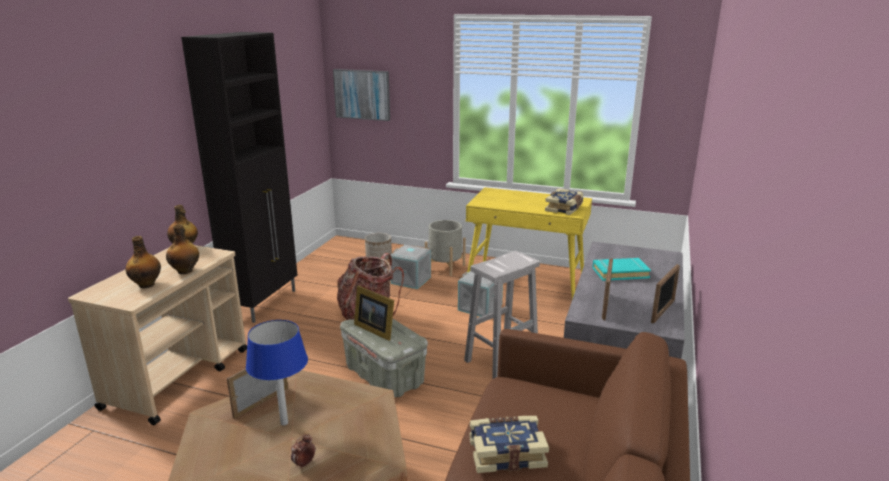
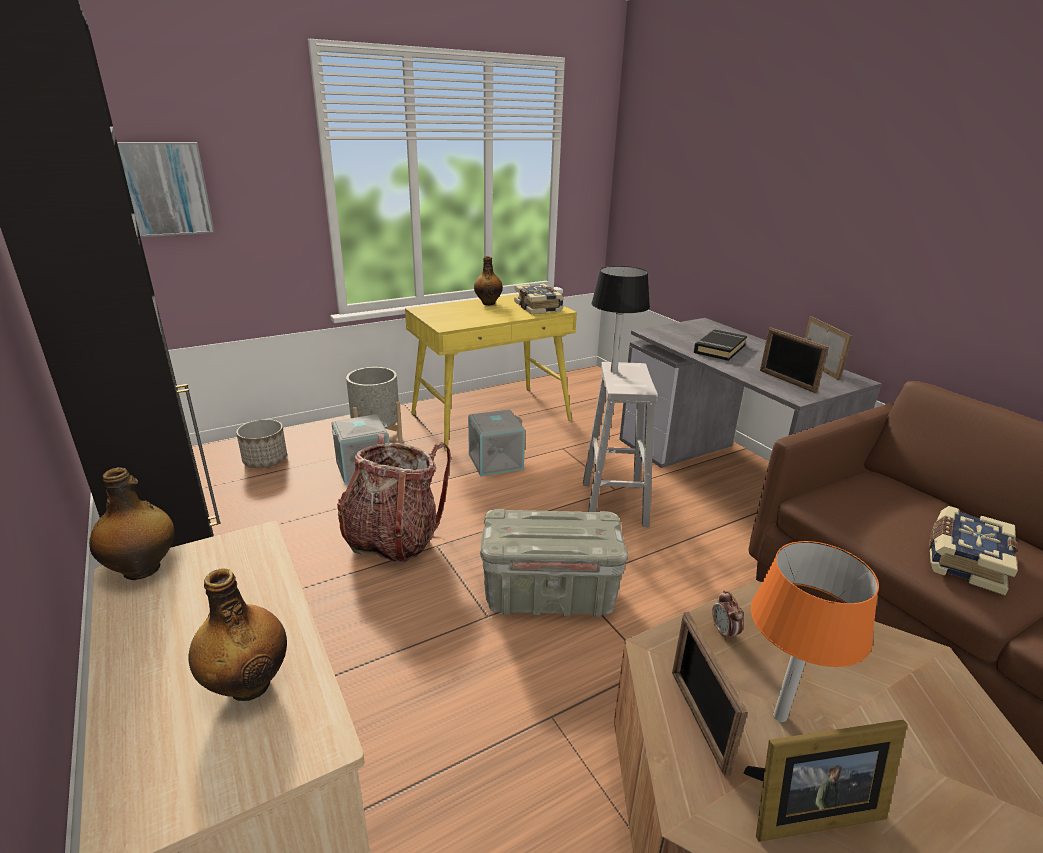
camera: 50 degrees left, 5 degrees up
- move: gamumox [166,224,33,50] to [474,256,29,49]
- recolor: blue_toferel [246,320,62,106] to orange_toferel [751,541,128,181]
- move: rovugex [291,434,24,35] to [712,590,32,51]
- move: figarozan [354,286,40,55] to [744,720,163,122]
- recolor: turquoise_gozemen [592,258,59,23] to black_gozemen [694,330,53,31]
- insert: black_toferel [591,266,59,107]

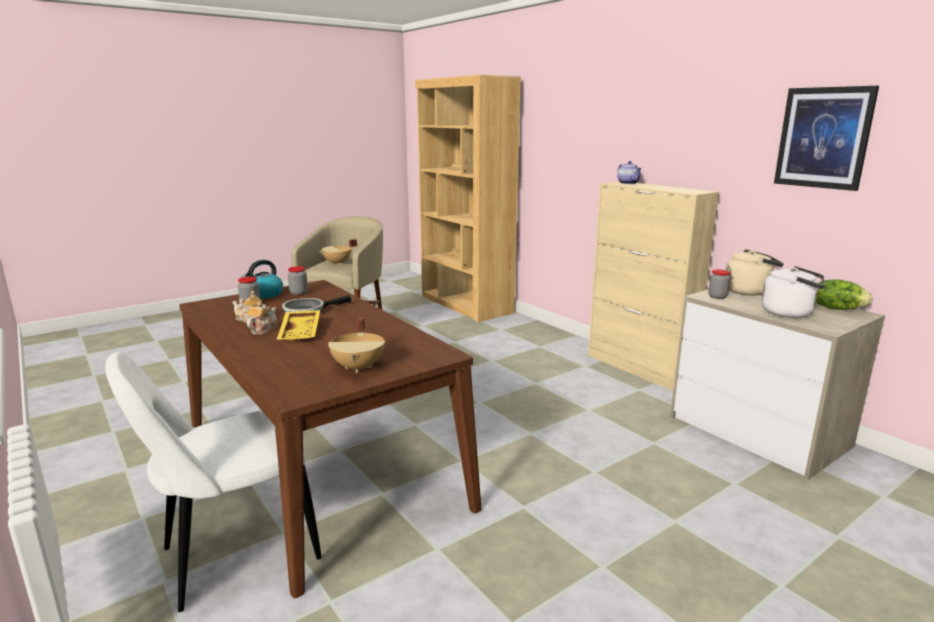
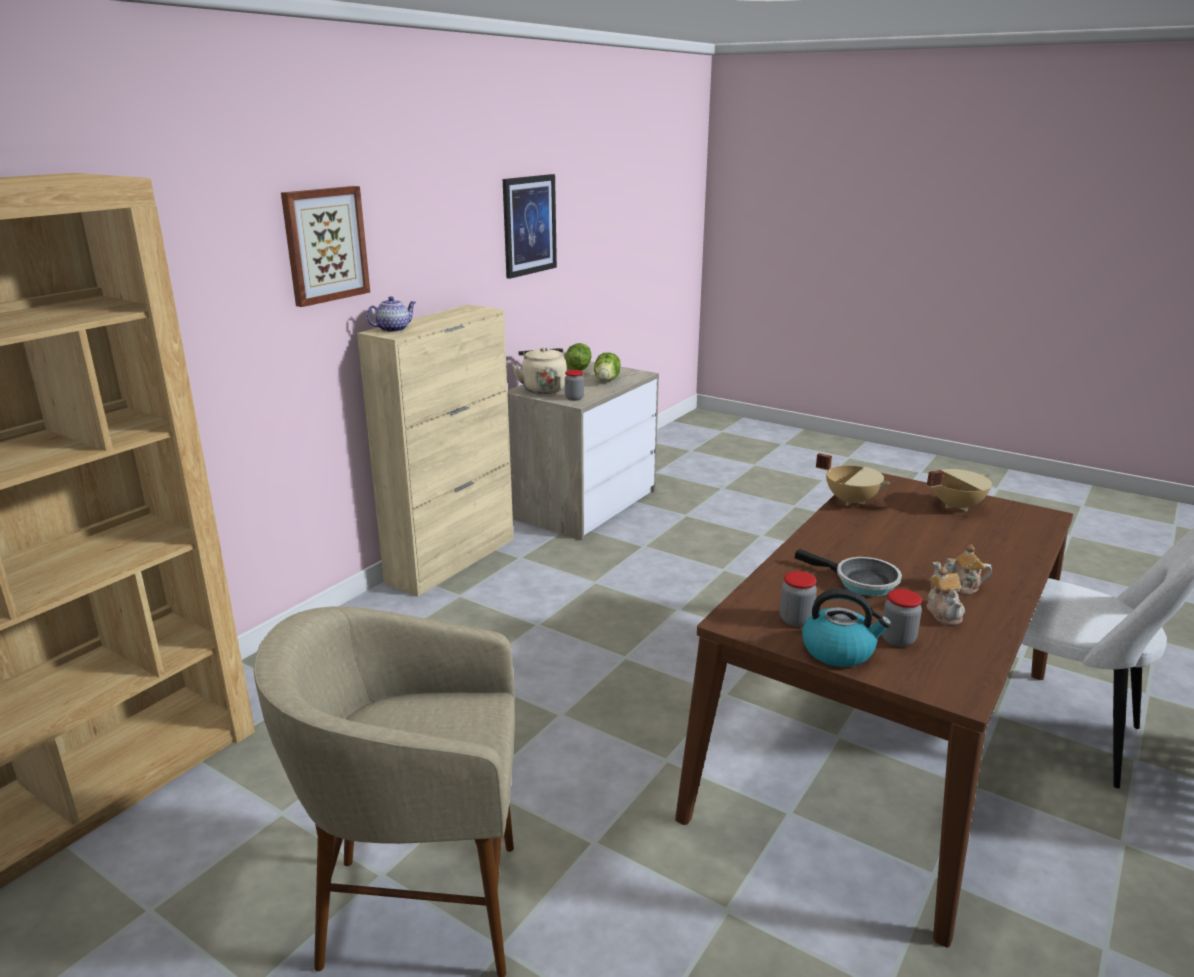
camera: 110 degrees left, 5 degrees up
- delete: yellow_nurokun [277,310,43,33]
- move: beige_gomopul [319,239,38,26] to [816,453,74,53]
- replace: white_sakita [762,266,63,52] to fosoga [594,352,26,30]
- insert: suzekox [281,186,89,121]

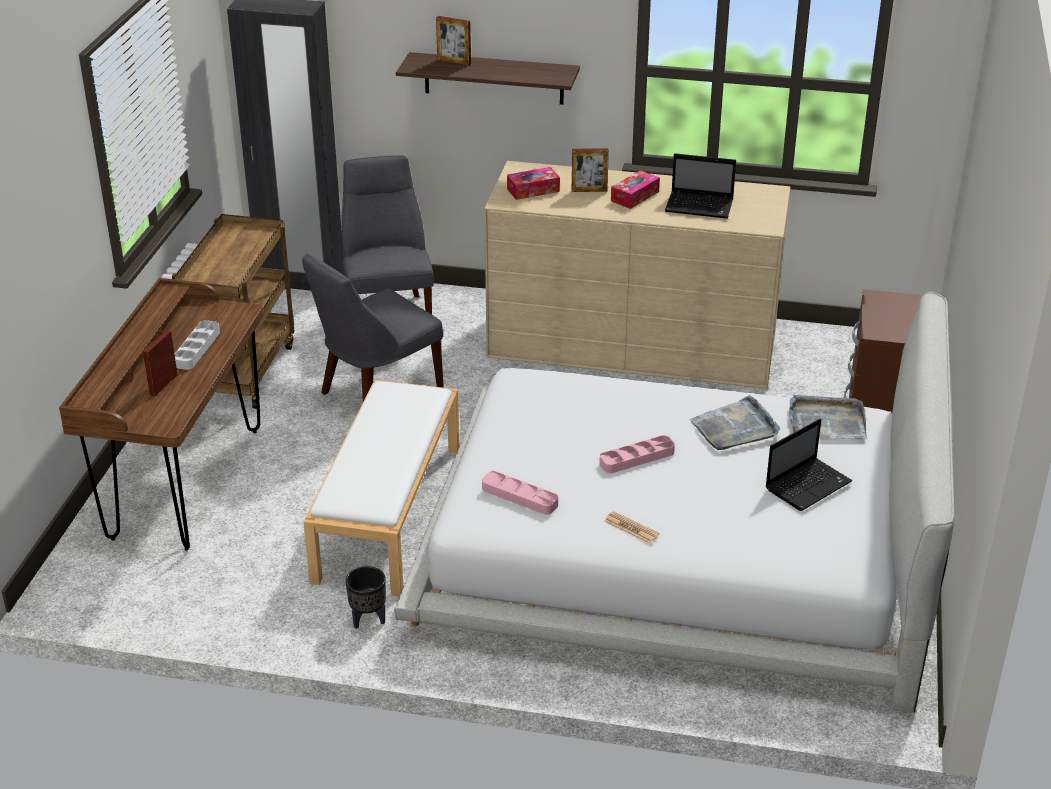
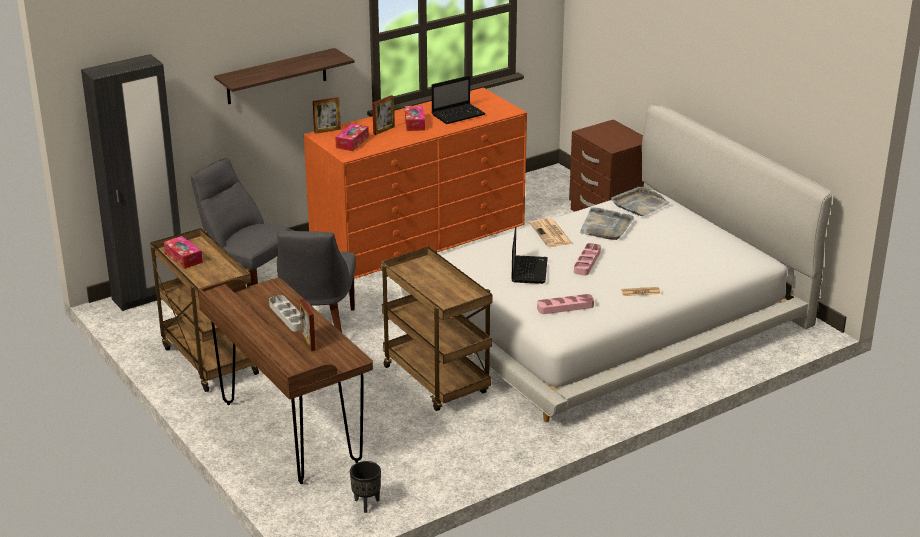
camera: 45 degrees left, 5 degrees down
- replace: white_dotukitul [303,380,157,216] to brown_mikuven [381,247,111,164]
- move: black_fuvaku [345,566,41,63] to [350,461,31,52]
- move: figarozan [436,16,35,49] to [313,97,28,37]
- recolor: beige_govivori [484,161,306,228] to orange_govivori [304,88,223,191]
- move: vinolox [765,419,87,92] to [512,226,36,58]
- insert: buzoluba [164,236,39,33]
- insert: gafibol [530,218,43,29]

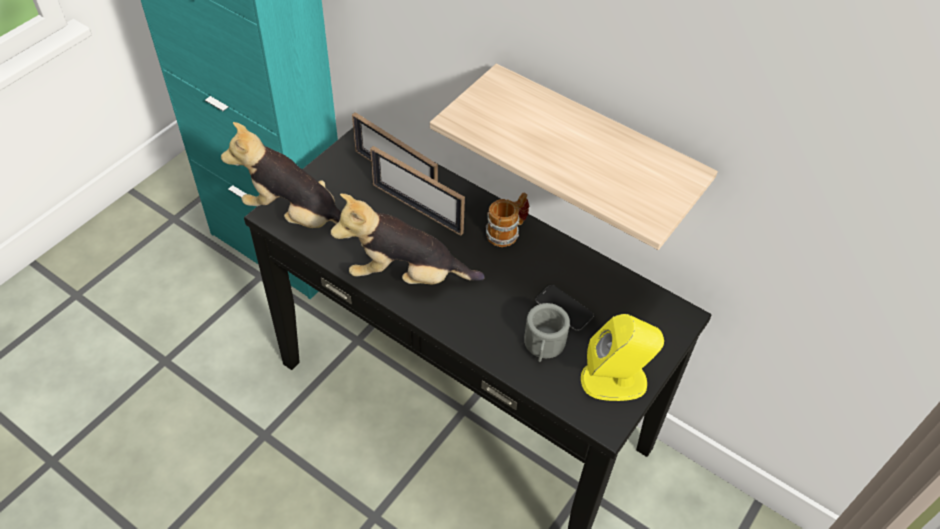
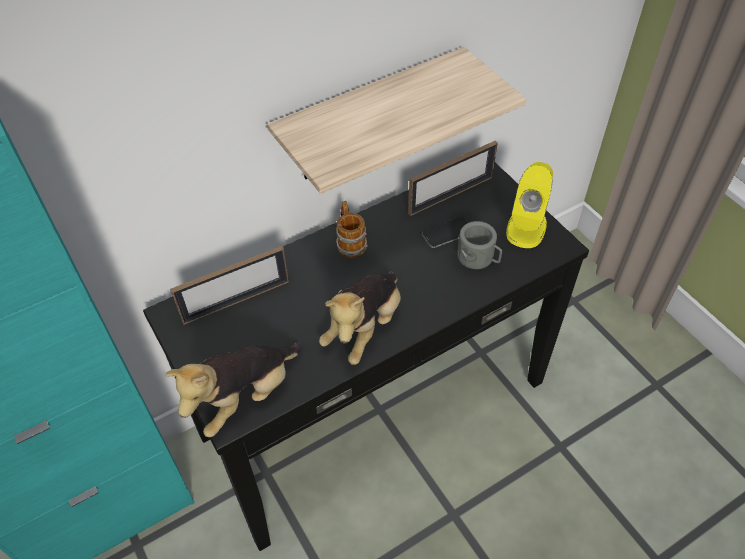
camera: 65 degrees left, 0 degrees up
- move: figarozan [370,146,95,90] to [408,141,90,75]

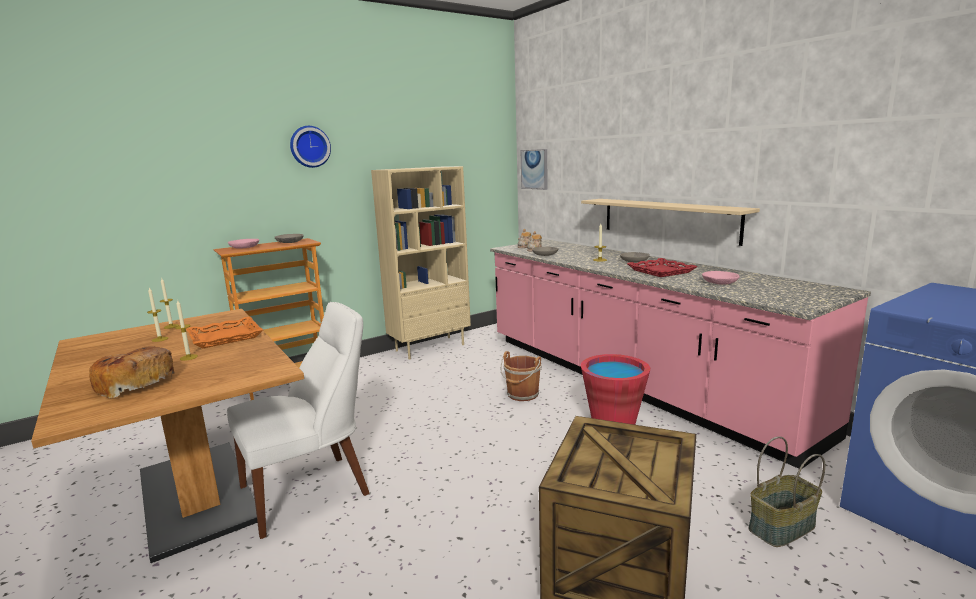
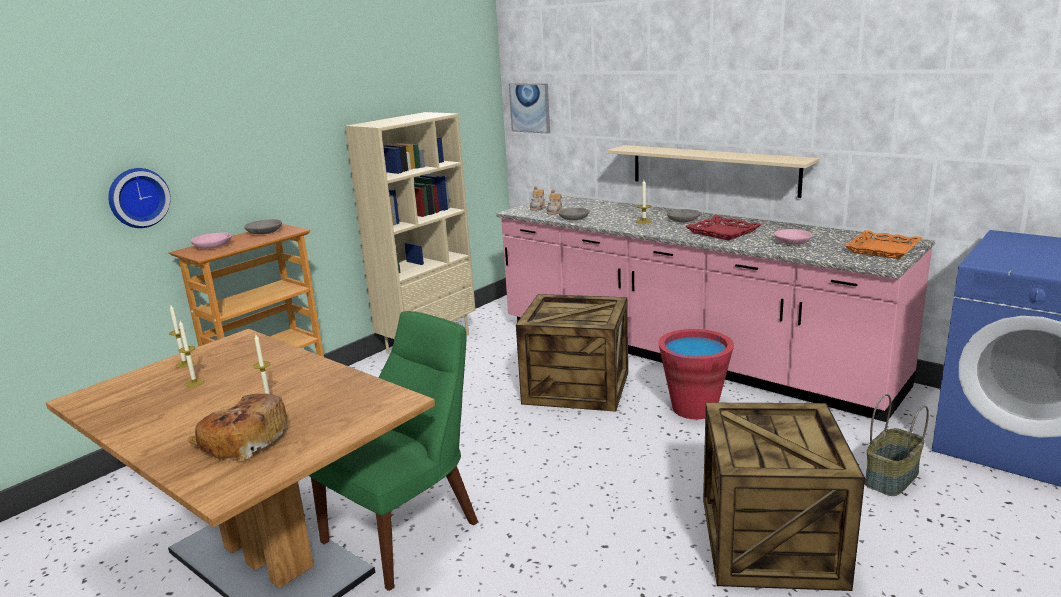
camera: 15 degrees left, 5 degrees up
- move: orange_nurokun [186,317,77,31] to [844,230,78,29]
- recolor: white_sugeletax [227,302,143,237] to green_sugeletax [309,311,169,280]
- move: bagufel [290,126,41,42] to [108,168,63,60]
- replace: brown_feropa [501,351,41,50] to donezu [516,294,112,118]

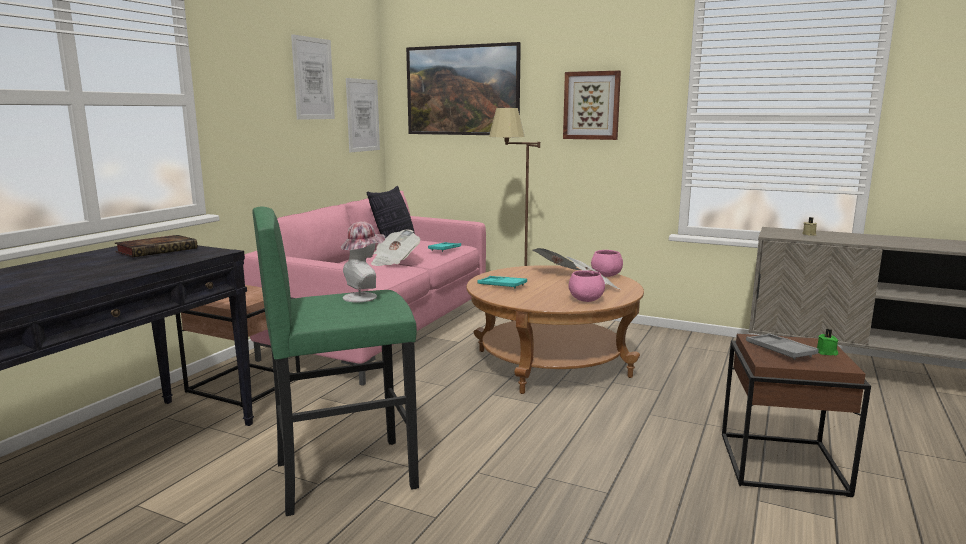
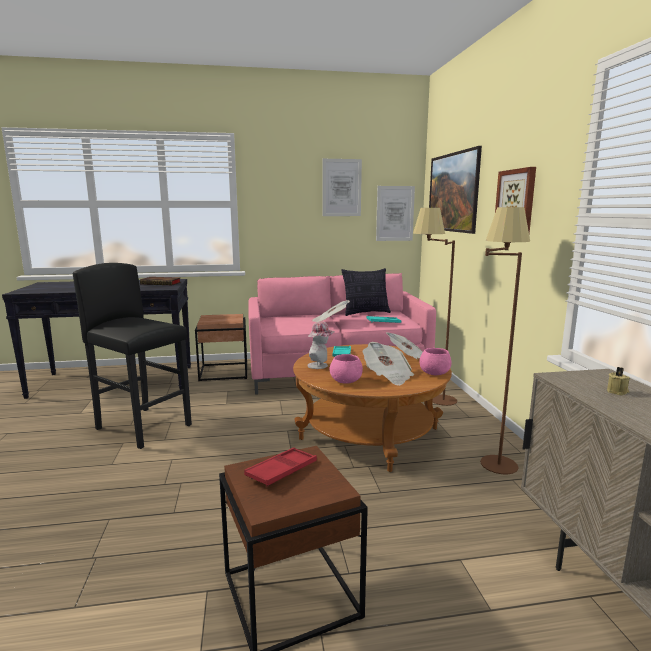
camera: 55 degrees right, 0 degrees up
- recolor: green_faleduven [252,206,167,310] to black_faleduven [73,263,119,186]
- move: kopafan [341,221,44,81] to [308,321,27,48]
- recolor: grey_nurokun [746,333,72,27] to red_nurokun [244,447,73,40]
- delete: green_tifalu [817,329,21,27]
- insert: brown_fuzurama [480,207,50,267]

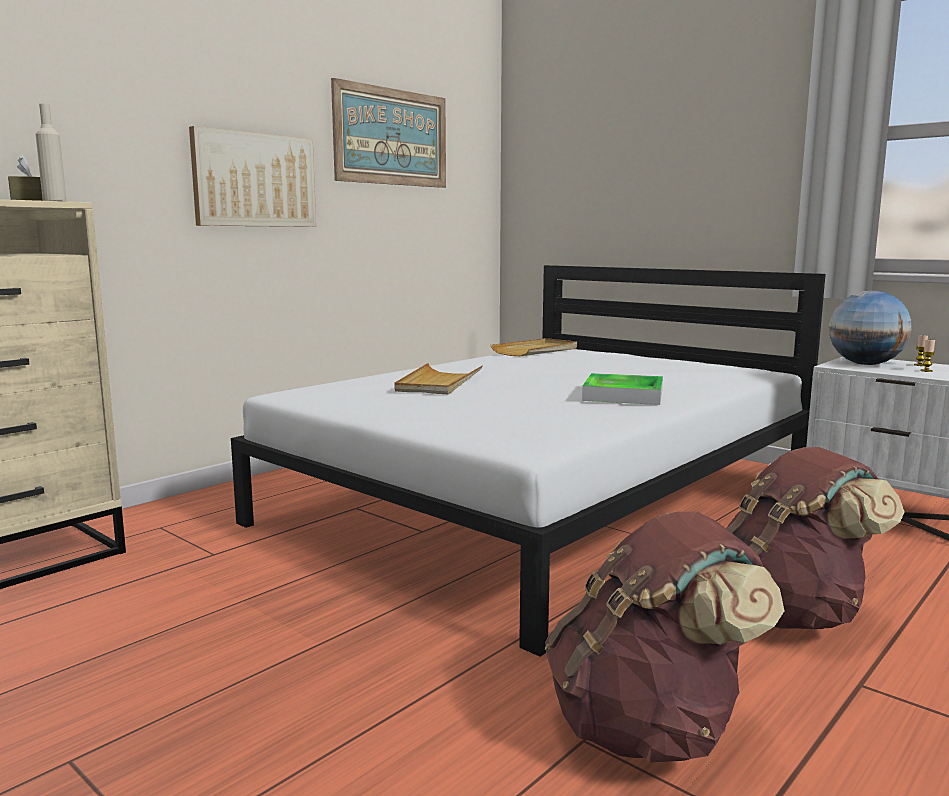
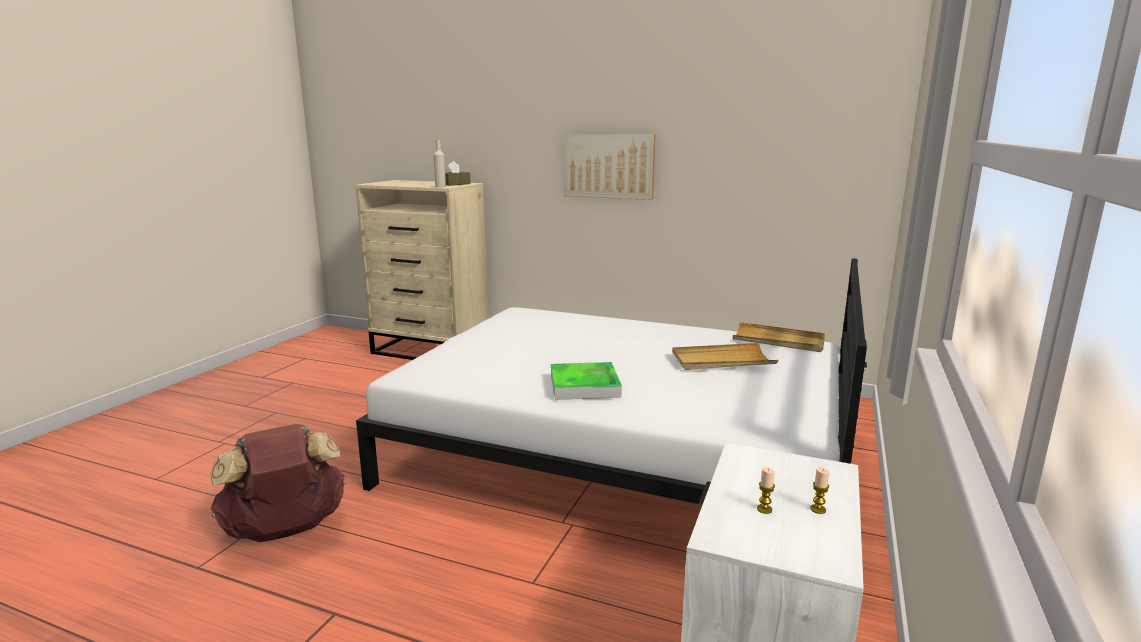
camera: 70 degrees right, 5 degrees up
- delete: suzekox [331,78,115,110]
- move: beige_nurokun [394,363,89,32] to [672,343,106,27]
- delete: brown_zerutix [726,447,179,182]
- delete: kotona [829,290,83,75]

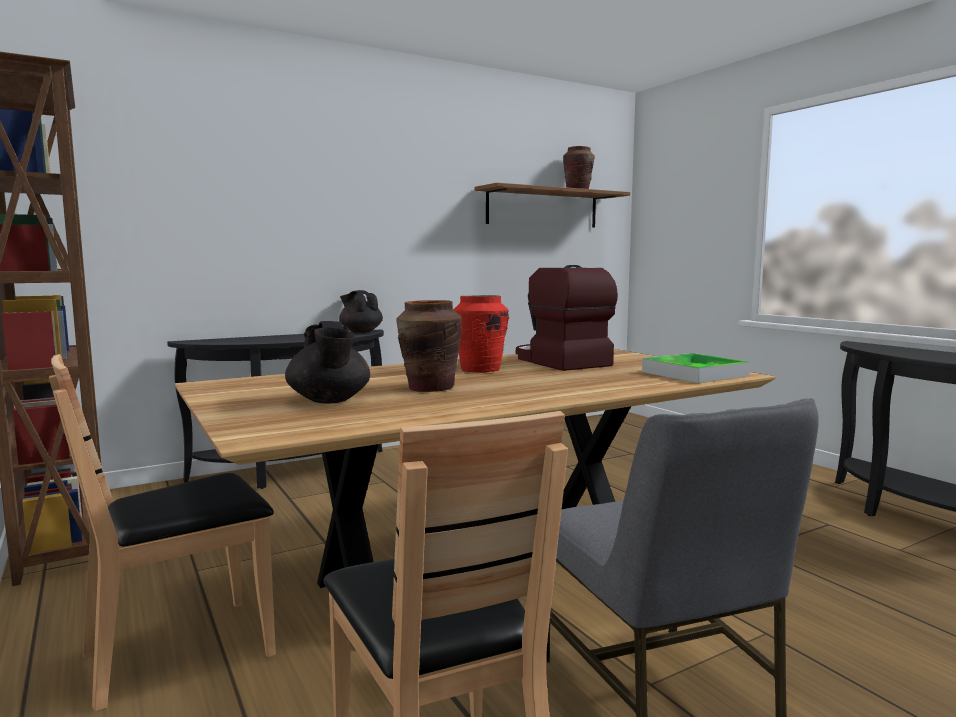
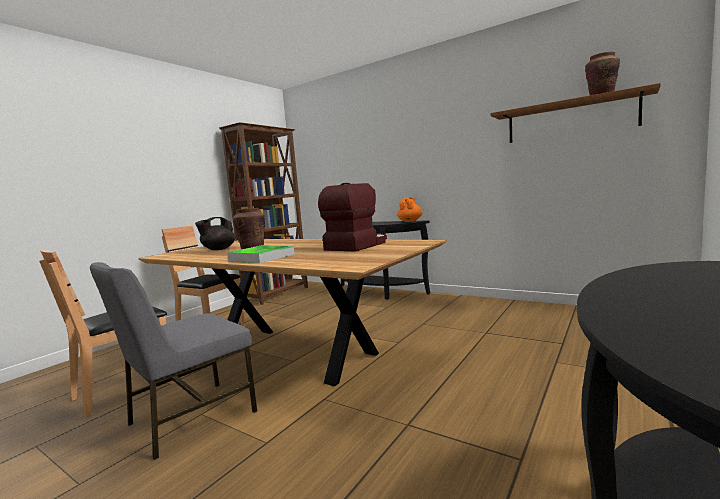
camera: 65 degrees right, 0 degrees up
- recolor: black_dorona [339,290,44,43] to orange_dorona [397,197,25,25]
- delete: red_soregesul [454,295,55,78]
- move: nurokun [642,353,108,30] to [227,245,68,18]

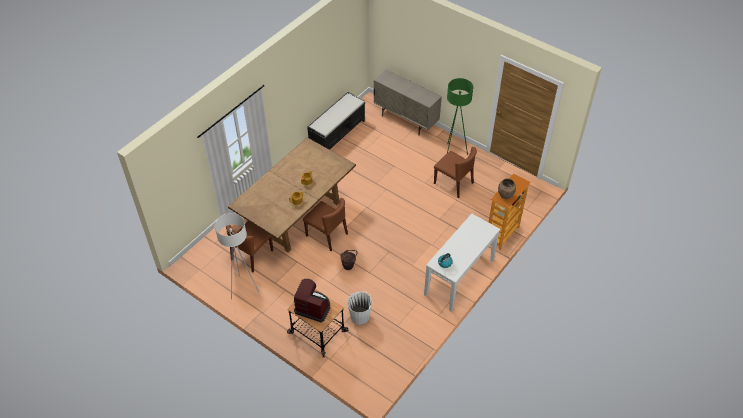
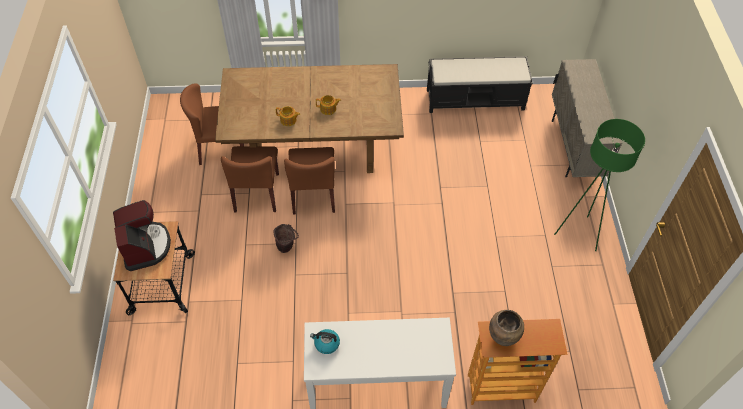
camera: 50 degrees right, 5 degrees up
- delete: white_fuzurama [215,213,44,87]
- delete: white_feropa [347,291,25,33]
- move: brown_sugeletax [434,147,43,51] to [221,146,58,66]

